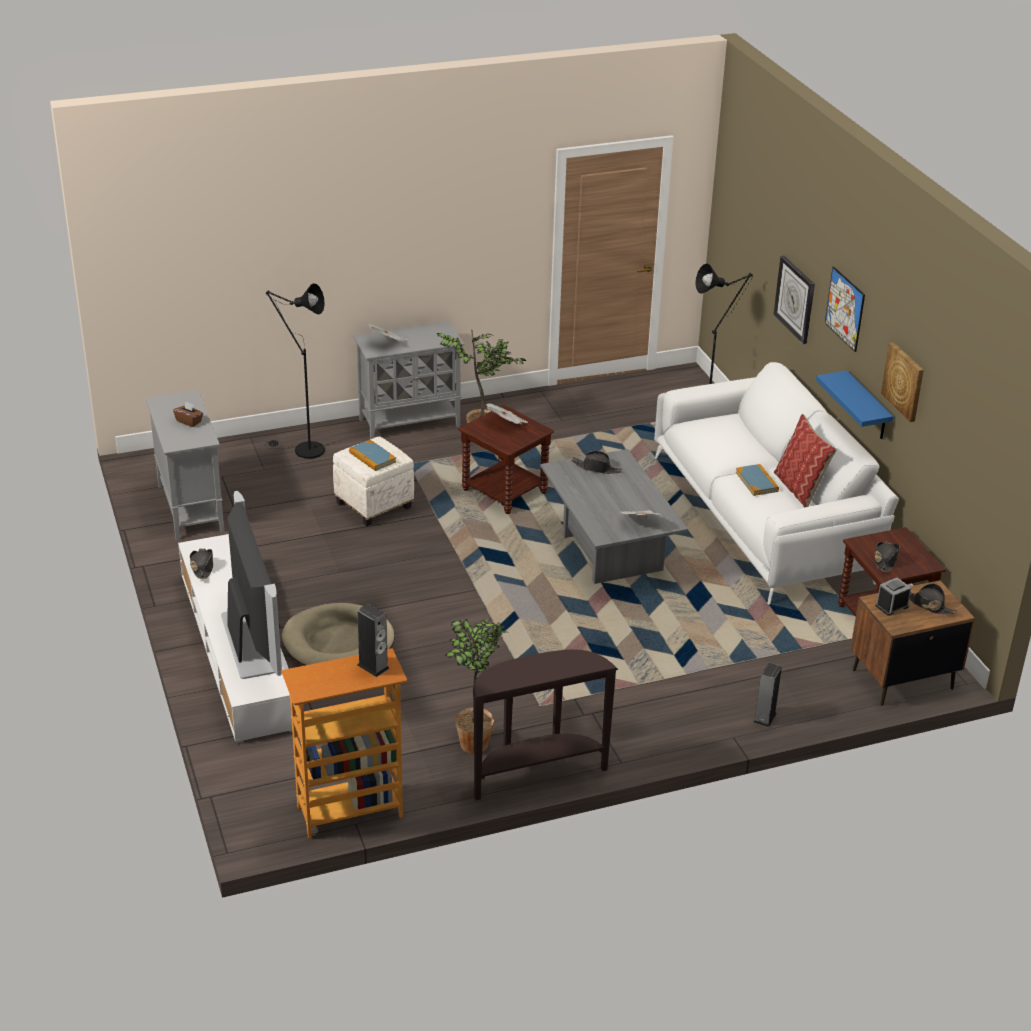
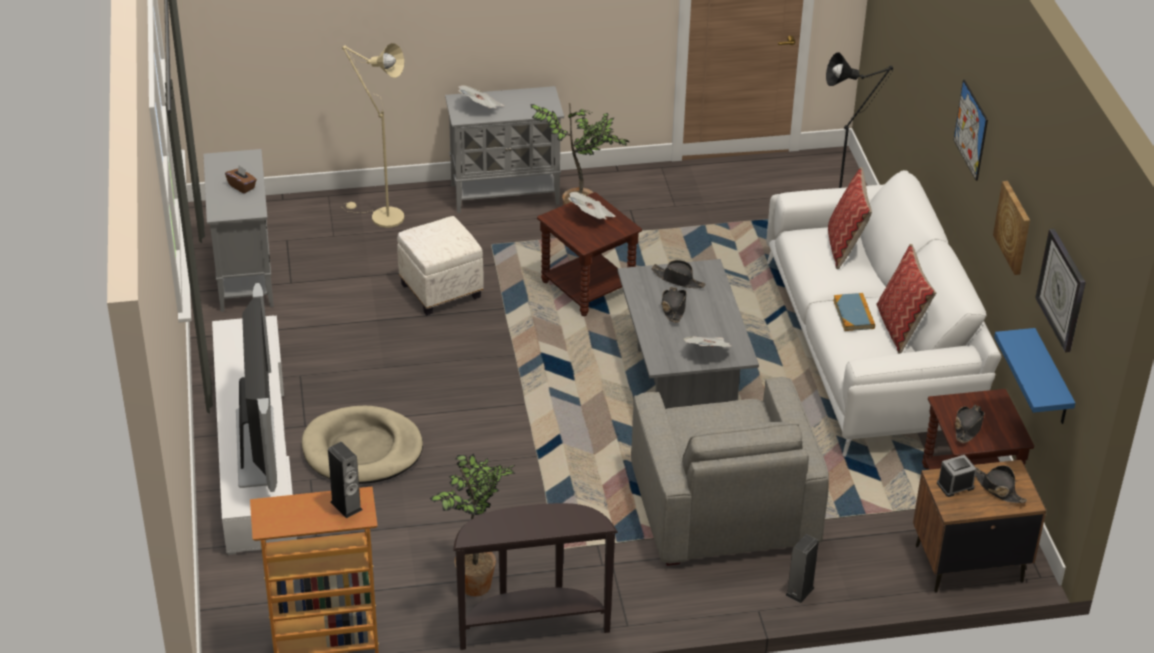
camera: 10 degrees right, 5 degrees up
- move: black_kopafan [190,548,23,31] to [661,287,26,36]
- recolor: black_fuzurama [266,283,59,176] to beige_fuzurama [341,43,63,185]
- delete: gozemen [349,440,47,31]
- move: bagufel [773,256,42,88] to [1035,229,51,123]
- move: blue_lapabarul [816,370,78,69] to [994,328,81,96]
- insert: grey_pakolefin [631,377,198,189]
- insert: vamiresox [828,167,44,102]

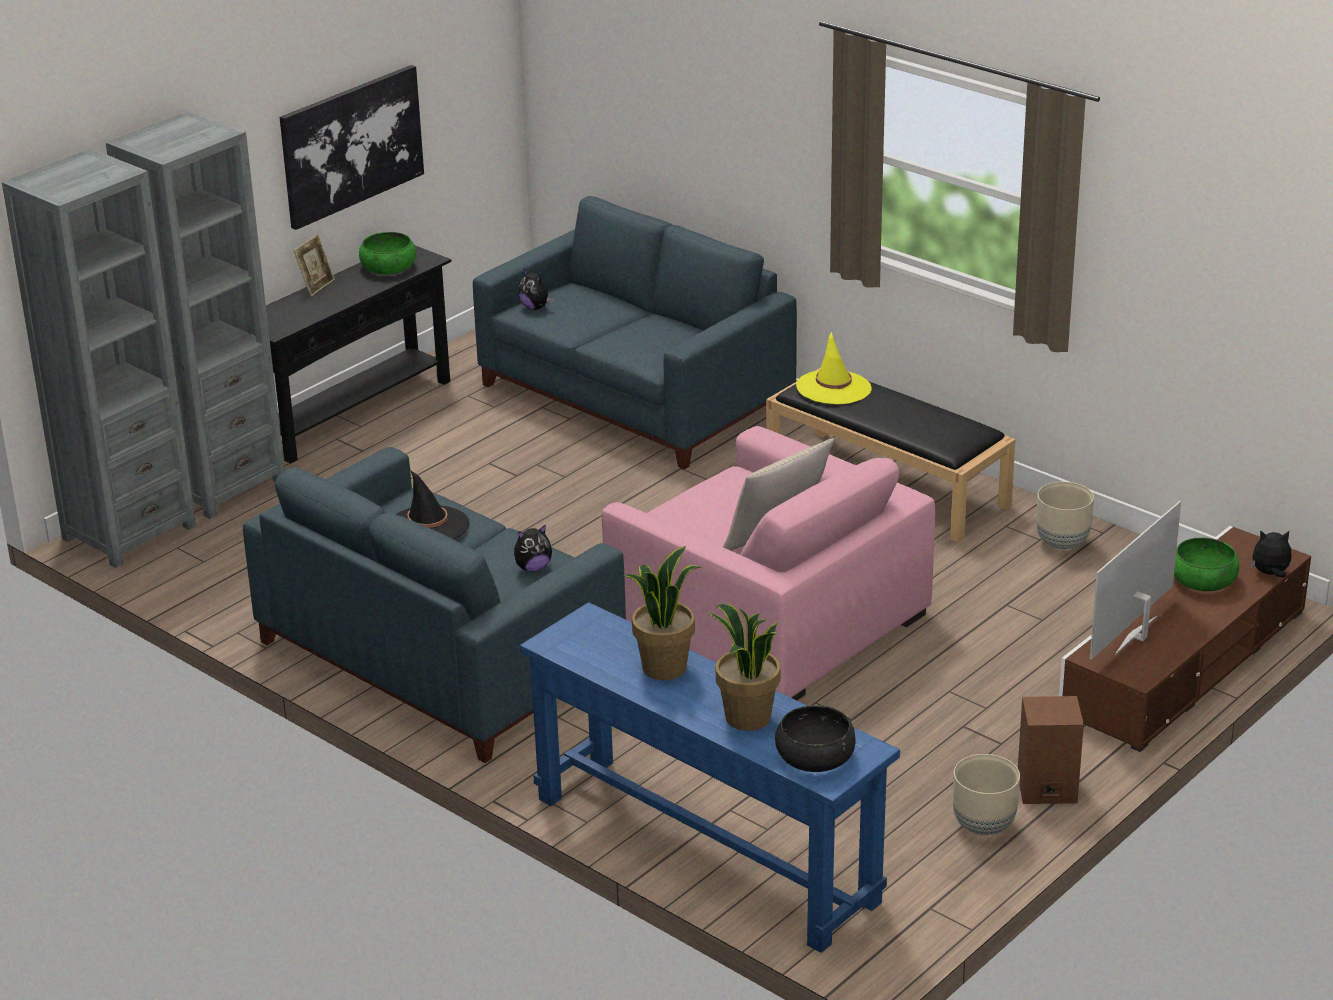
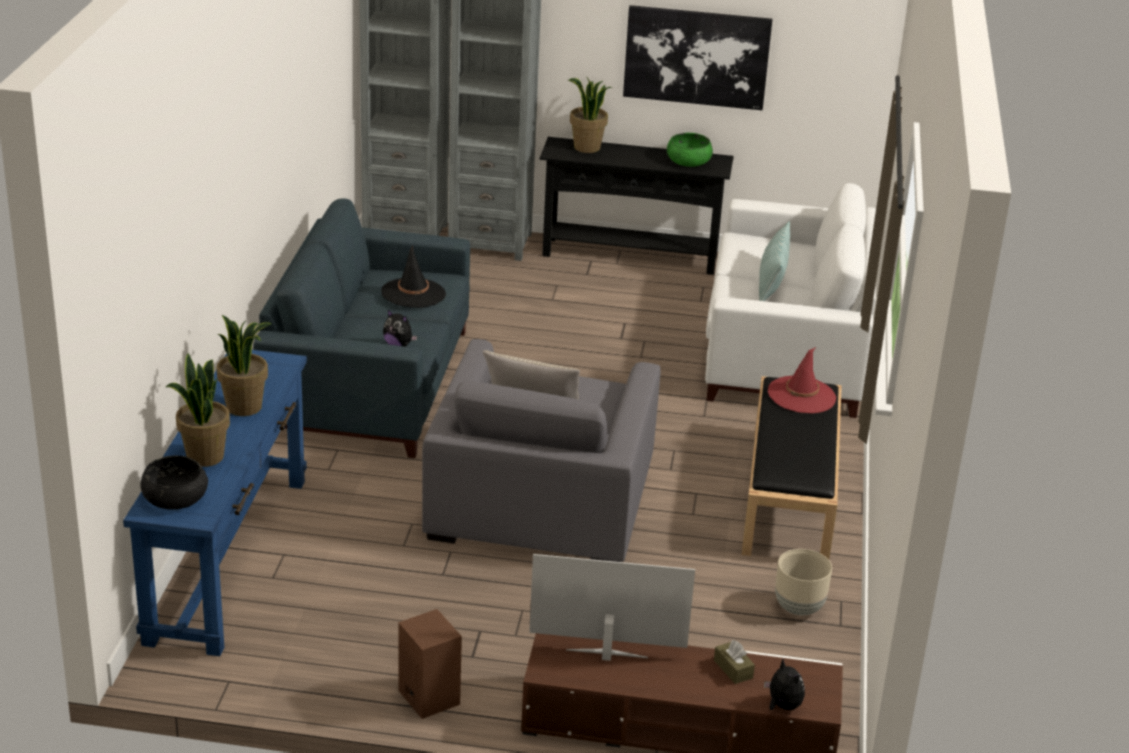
camera: 55 degrees right, 0 degrees up
- delete: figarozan [293,234,42,63]
- recolor: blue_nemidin [473,196,324,273] to white_nemidin [705,183,171,235]
- delete: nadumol [519,269,34,41]
- recolor: pink_pakolefin [601,426,334,274] to grey_pakolefin [422,339,239,223]
- recolor: yellow_kopafan [796,331,75,73] to red_kopafan [768,347,68,66]
- delete: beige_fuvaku [953,754,67,81]
- replace: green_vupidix [1174,538,65,53] to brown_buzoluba [714,640,41,44]
- insert: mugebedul [568,78,43,75]
- insert: vamiresox [759,221,31,80]

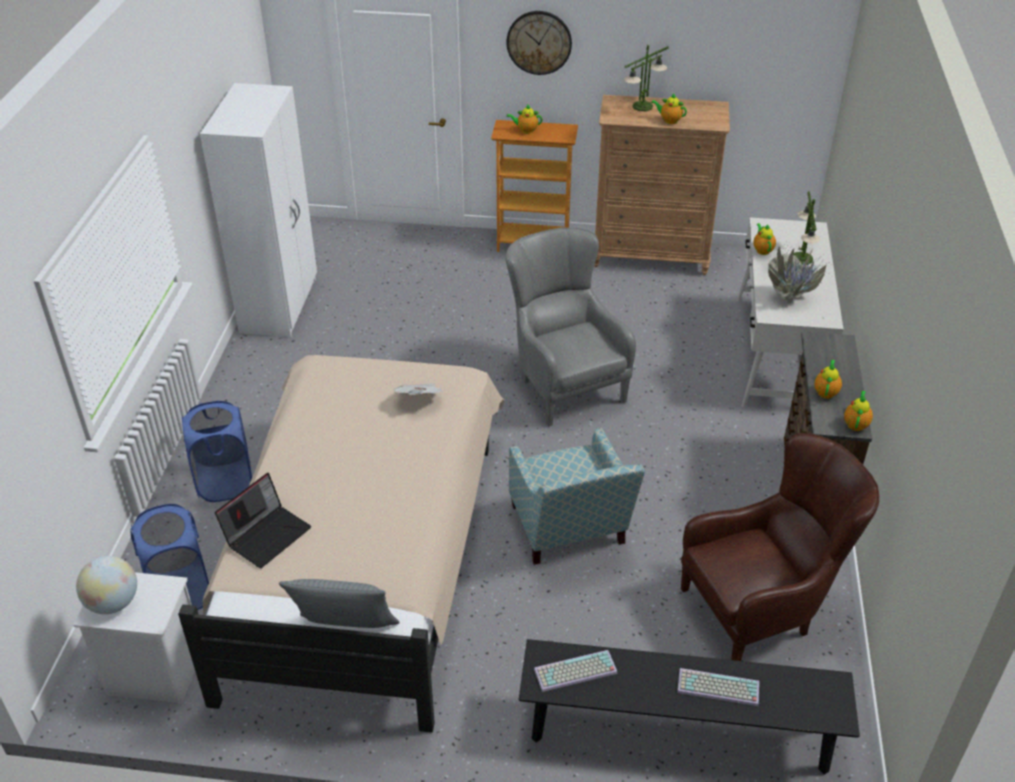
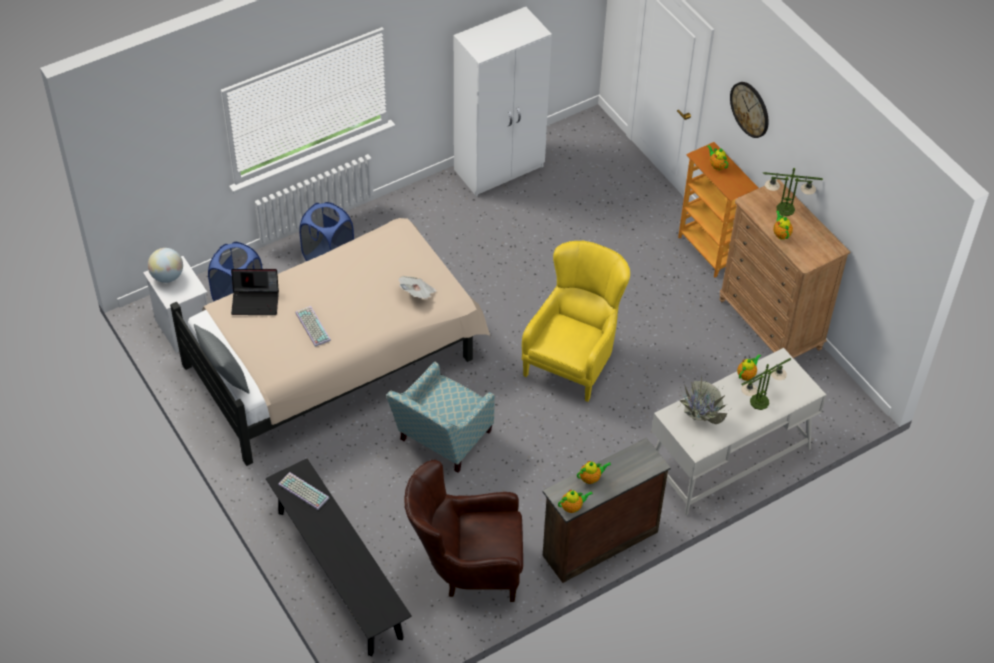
camera: 50 degrees right, 10 degrees up
- recolor: grey_pakolefin [506,228,130,198] to yellow_pakolefin [522,241,108,161]
- move: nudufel [677,668,82,38] to [295,306,36,41]
- rotate: brown_pakolefin [681,433,198,228] = [404,459,119,143] 150 degrees clockwise

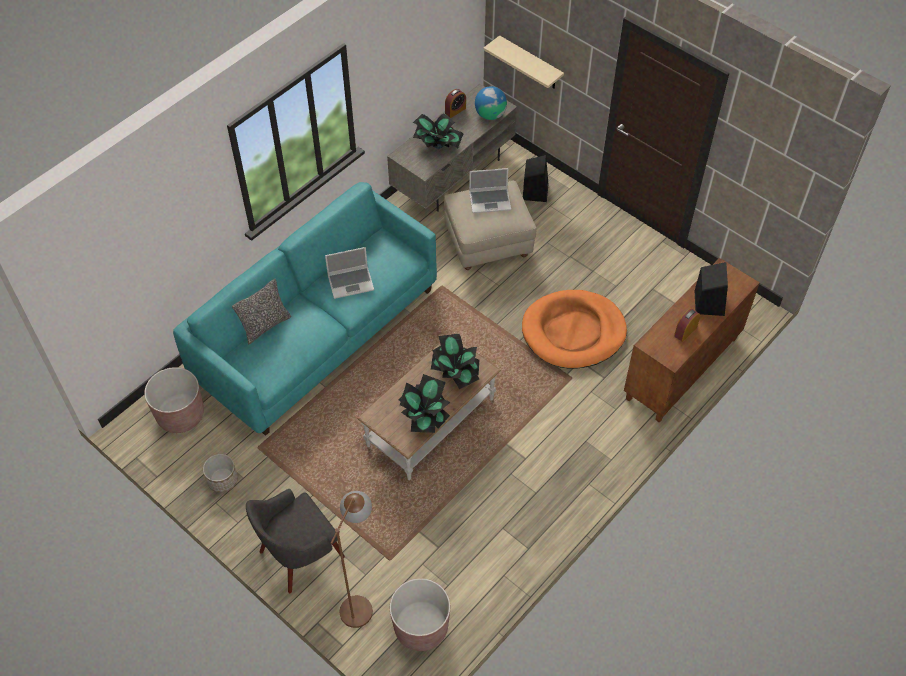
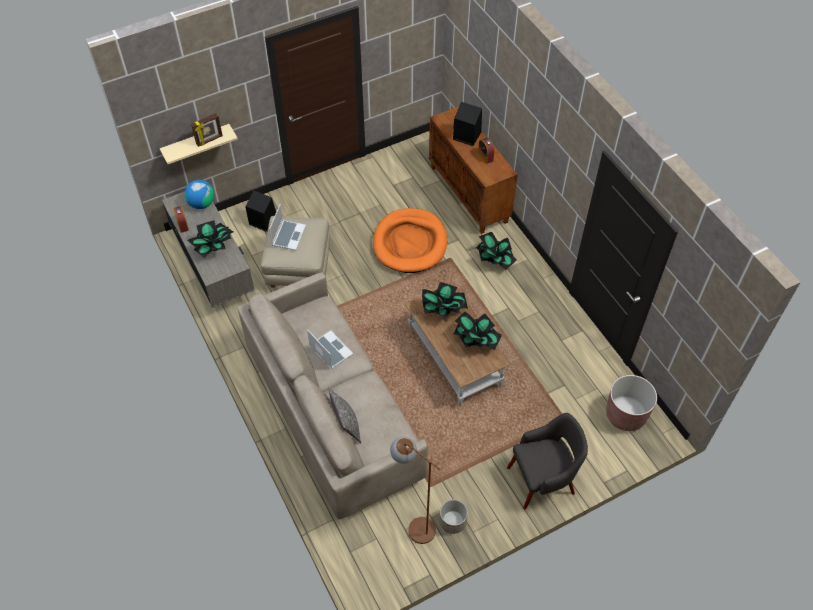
camera: 70 degrees left, 0 degrees up
- delete: brown_fuvaku [144,367,60,66]
- recolor: turquoise_nemidin [173,182,264,254] to beige_nemidin [238,272,190,247]
- rotate: grey_pakolefin [246,489,99,104] = [507,413,81,97] 90 degrees counterclockwise
- rotate: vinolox [325,247,49,52] = [307,330,46,39] 45 degrees counterclockwise
- move: brown_fuzurama [331,491,42,137] to [390,437,50,107]
- insert: figarozan [191,113,32,34]
- insert: mugebedul [476,232,41,38]

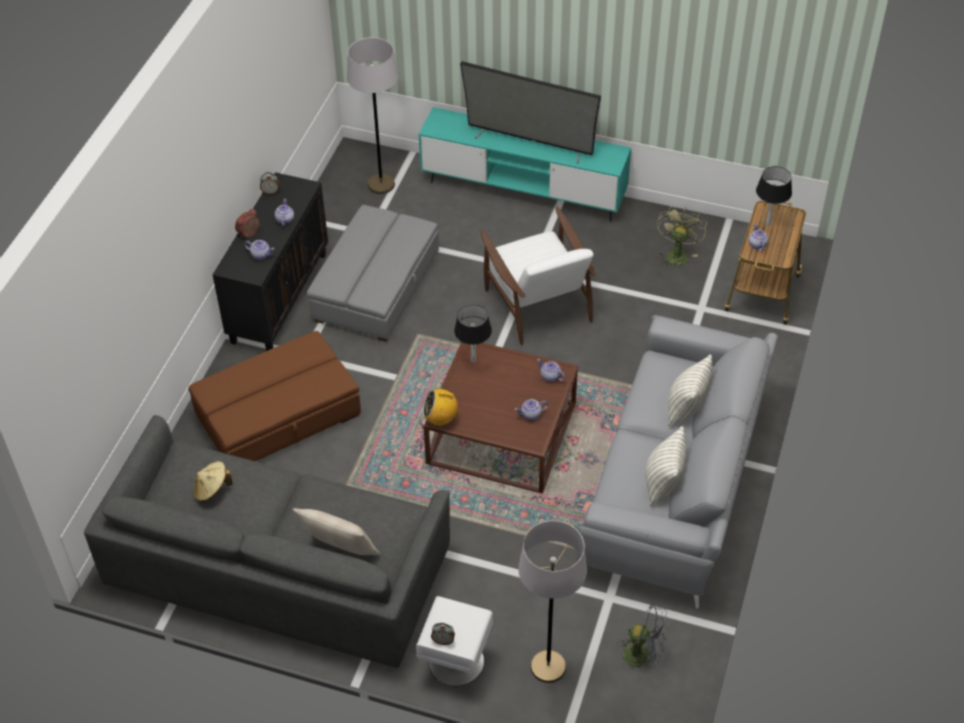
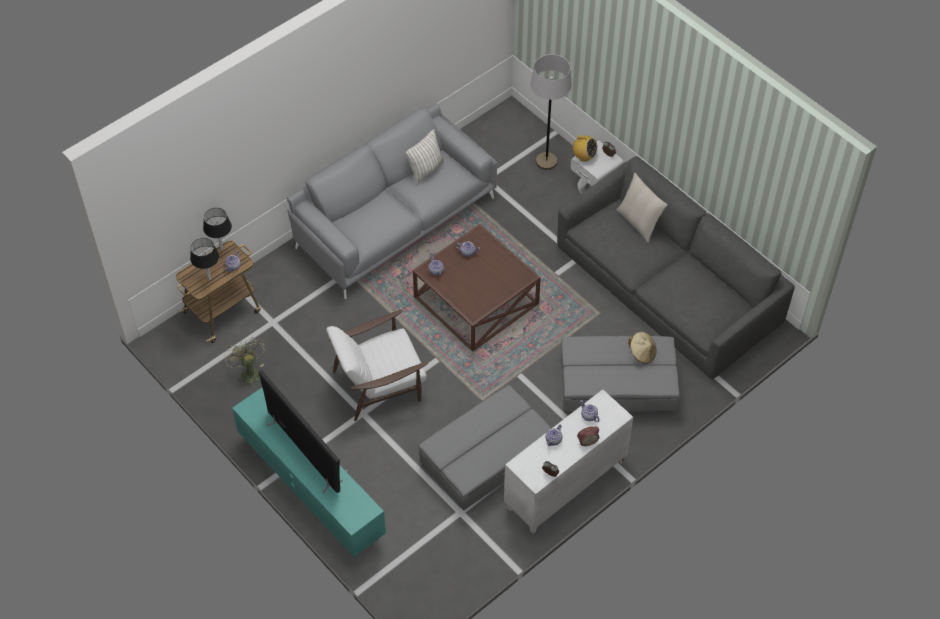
camera: 150 degrees left, 5 degrees up
- recolor: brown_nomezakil [188,331,173,130] to grey_nomezakil [561,336,119,76]
- move: beige_kopafan [193,461,40,41] to [628,332,28,32]
- recolor: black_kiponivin [213,172,115,179] to white_kiponivin [504,389,129,145]
- delete: grey_fuzurama [347,37,51,157]
- move: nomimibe [422,389,36,37] to [573,135,25,27]
- move: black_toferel [454,305,38,58] to [203,208,29,42]
- rotate: white_pakolefin [480,207,115,138] = [326,309,102,112] 120 degrees counterclockwise
- delete: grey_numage [617,605,51,73]
- rotate: green_numage [657,207,50,62] = [224,338,42,51] 105 degrees clockwise
- delete: vamiresox [668,354,44,73]

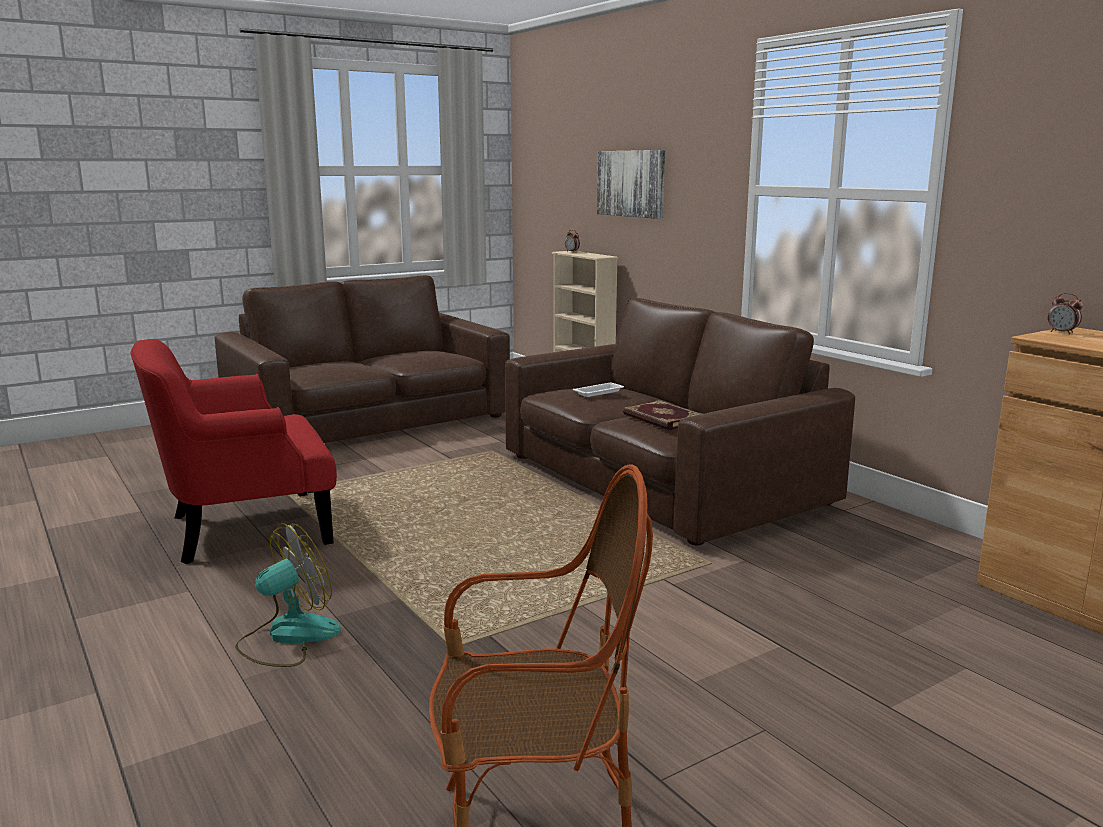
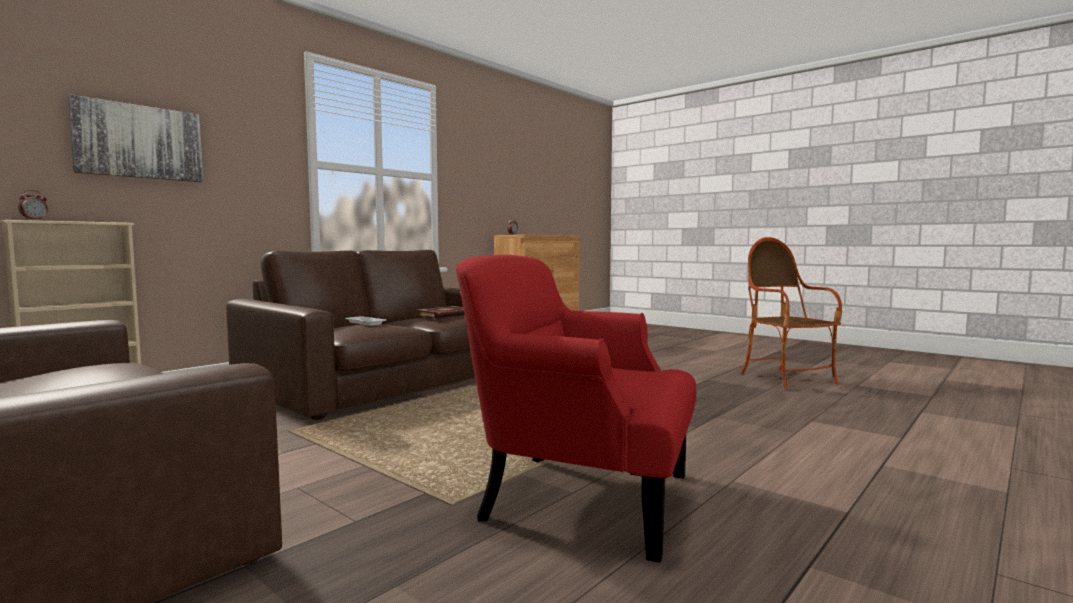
camera: 105 degrees left, 10 degrees down
- rotate: red_pakolefin [131,339,206,225] = [455,255,241,308] 150 degrees clockwise
- delete: numage [235,523,106,144]

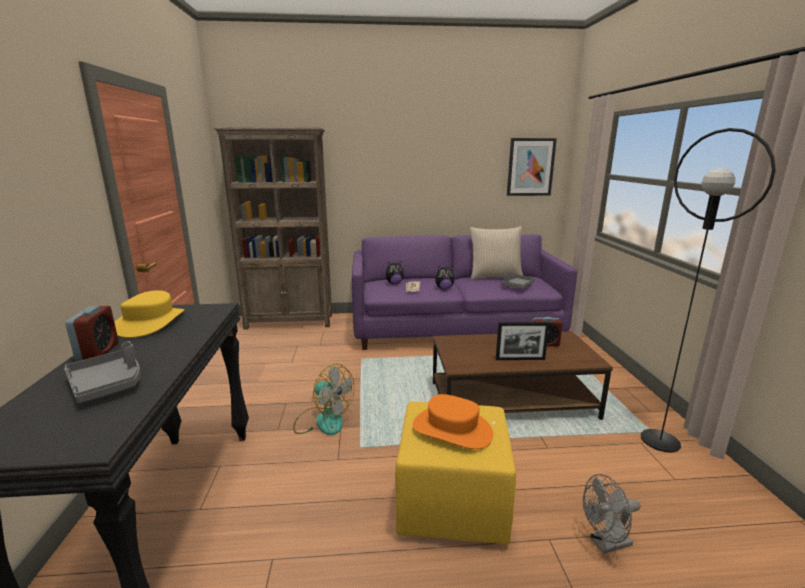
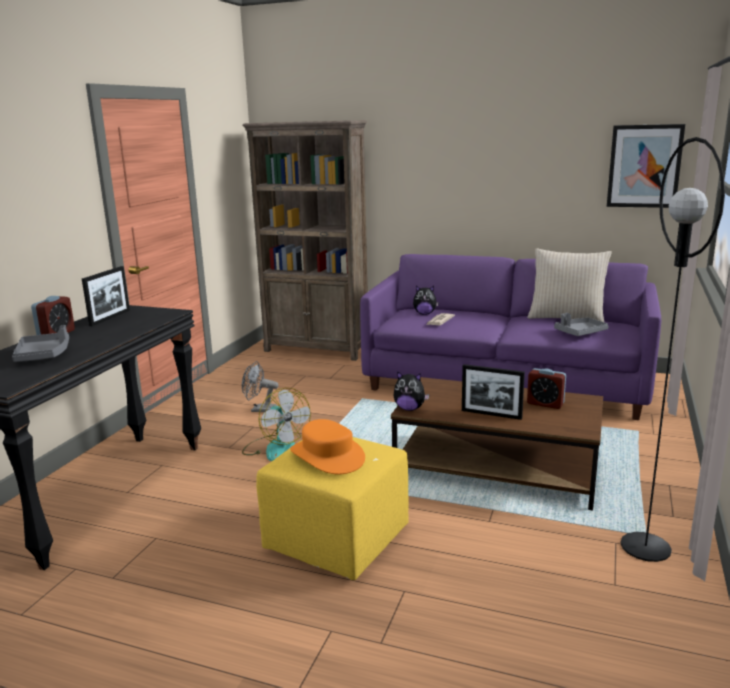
camera: 25 degrees right, 0 degrees up
- replace: yellow_kopafan [114,290,70,48] to figarozan [82,266,48,60]
- move: nadumol [435,266,19,23] to [393,371,37,40]
- move: grey_numage [583,474,58,80] to [242,361,37,51]

